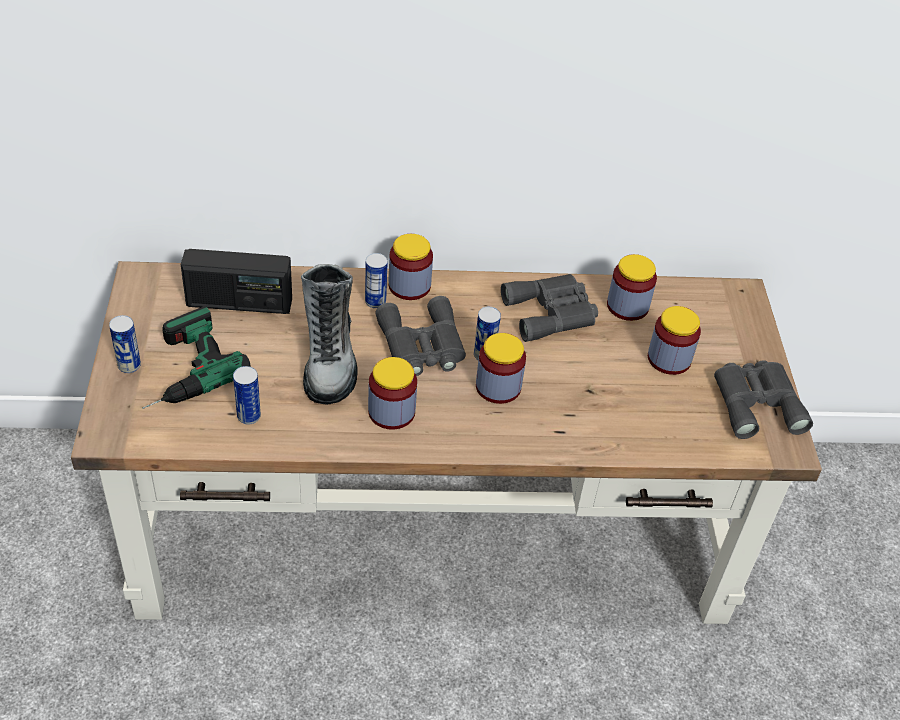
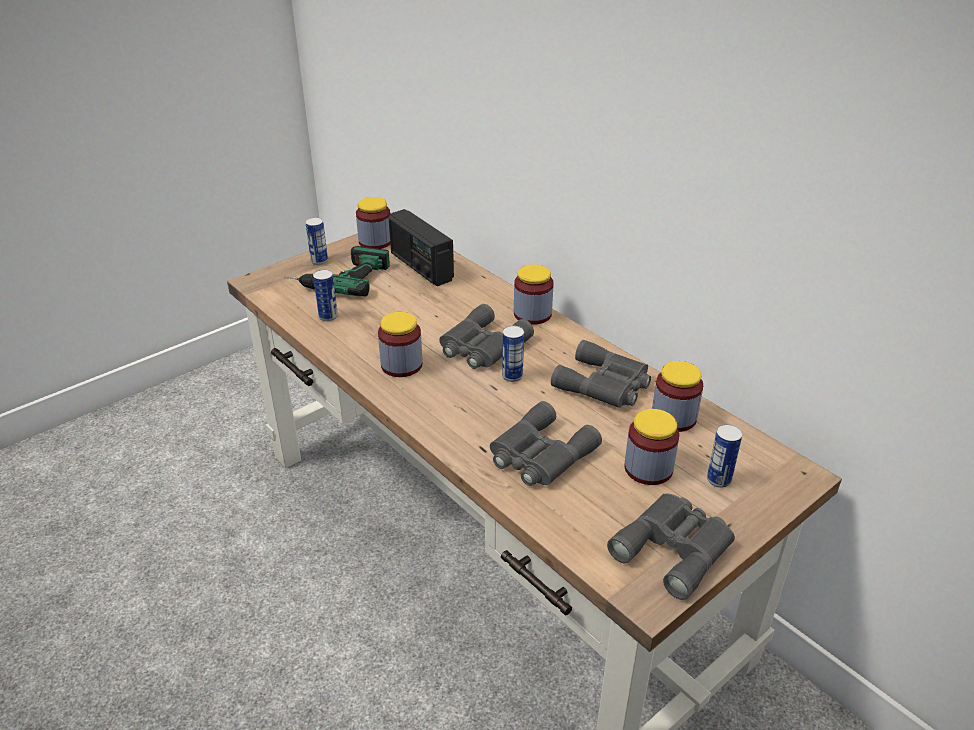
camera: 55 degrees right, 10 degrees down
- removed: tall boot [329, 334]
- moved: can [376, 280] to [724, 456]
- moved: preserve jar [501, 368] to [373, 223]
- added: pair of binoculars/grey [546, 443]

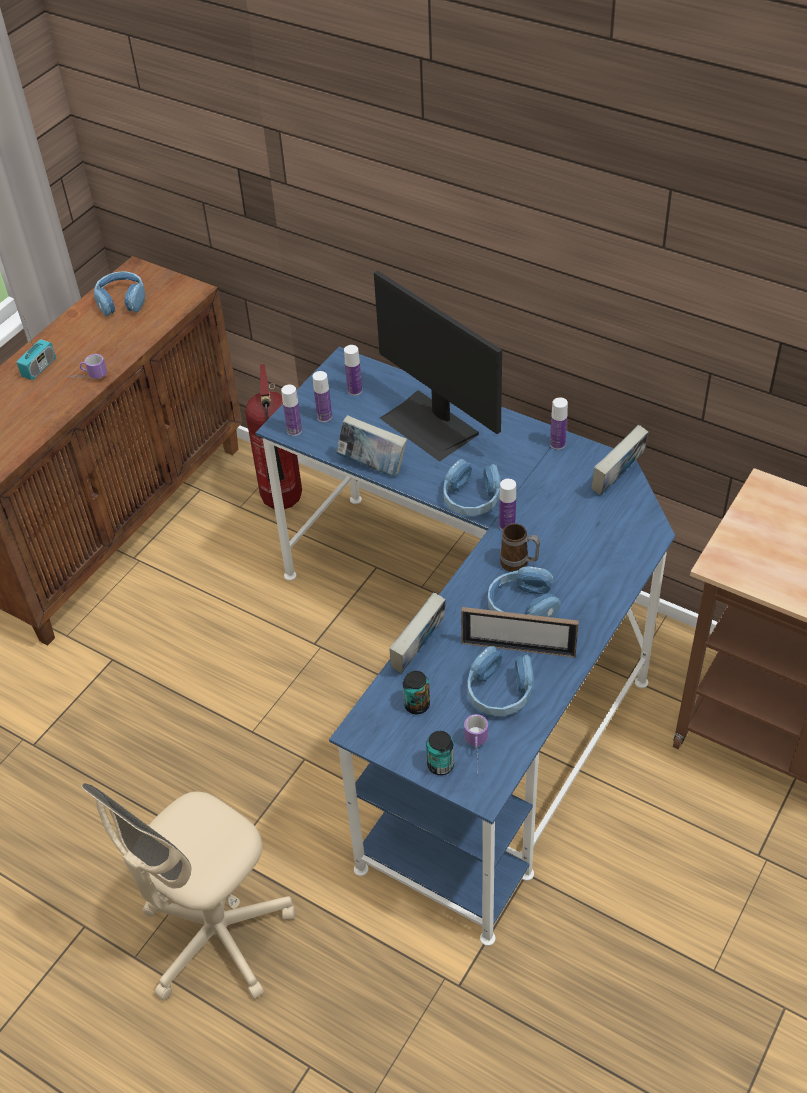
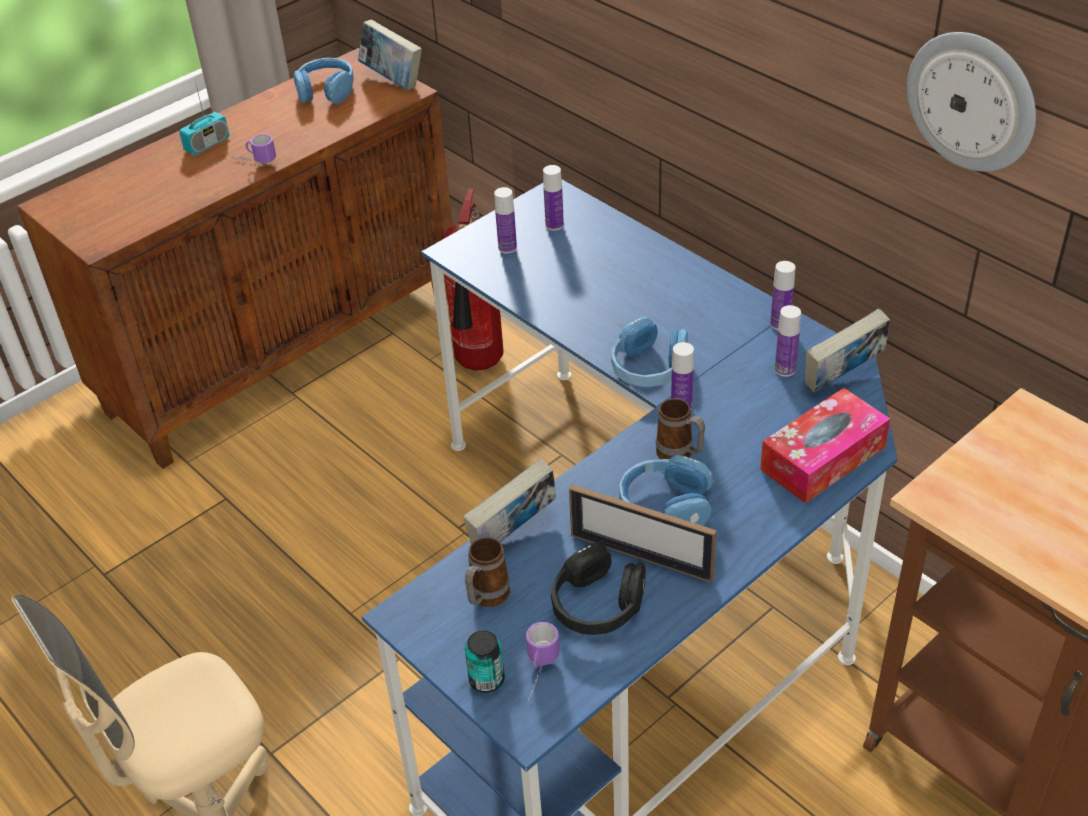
camera: 15 degrees right, 5 degrees down
- moved: bottle [291, 410] to [788, 341]
- moved: bound book [371, 446] to [390, 55]
- removed: monitor [438, 366]
- replaced: can [416, 693] to mug [487, 572]
- recoloured: pair of headphones/blue [500, 681] to pair of headphones/blackish [598, 588]
- added: tissue box [825, 445]
- added: hanging clock [971, 101]

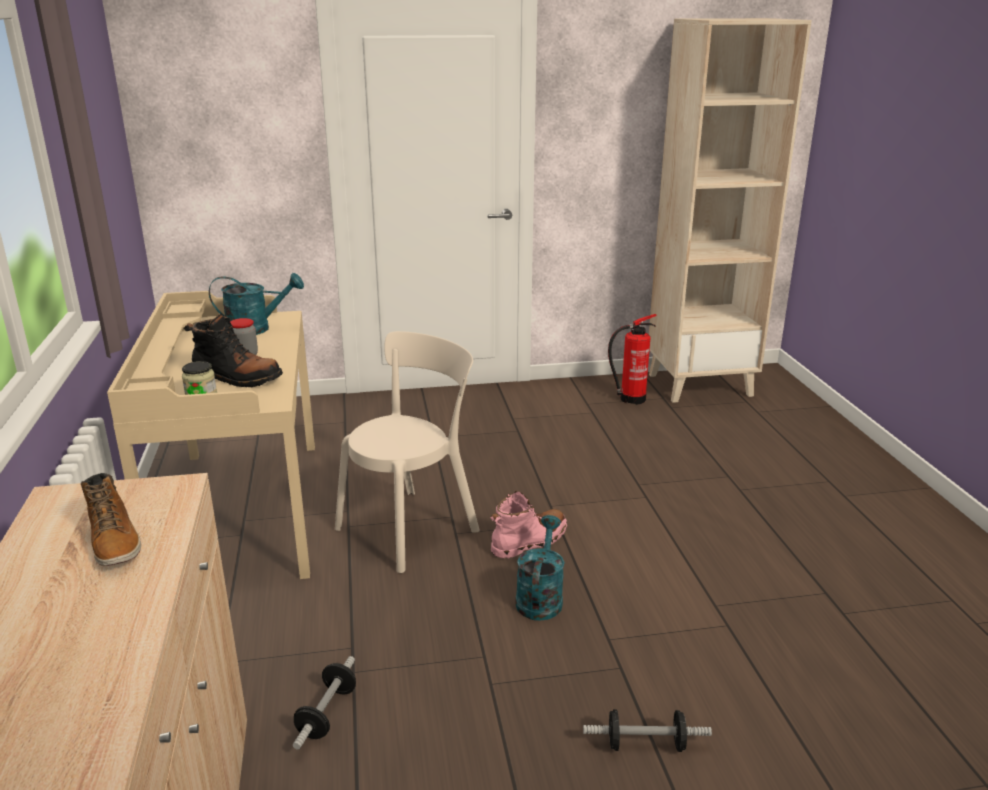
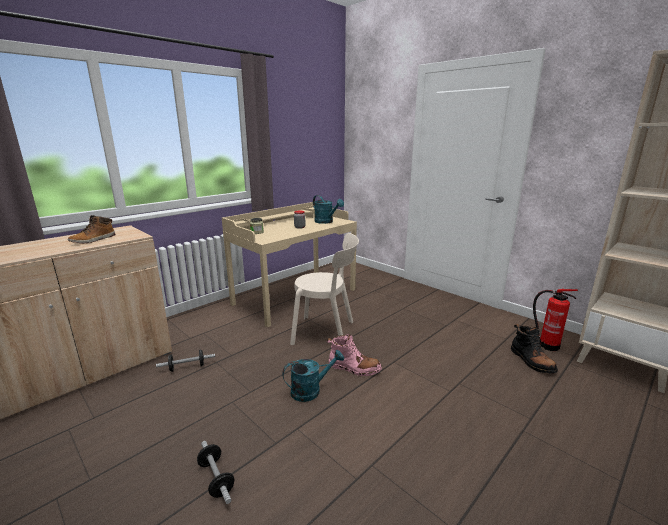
camera: 55 degrees right, 5 degrees down
- moved: tall boot/blackish [233, 350] to [534, 348]

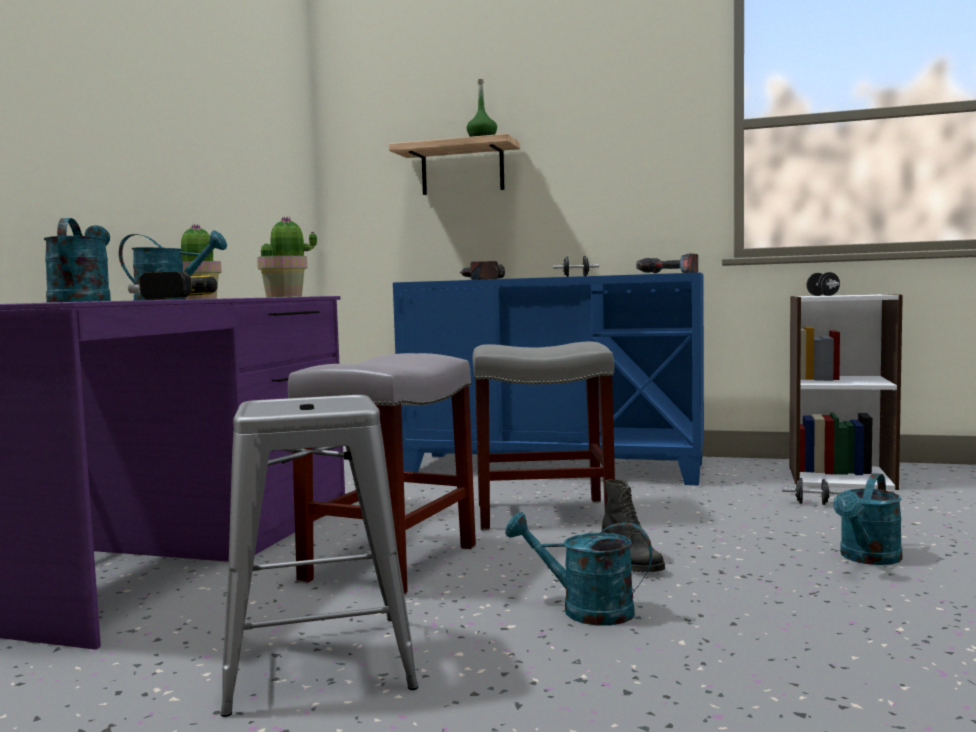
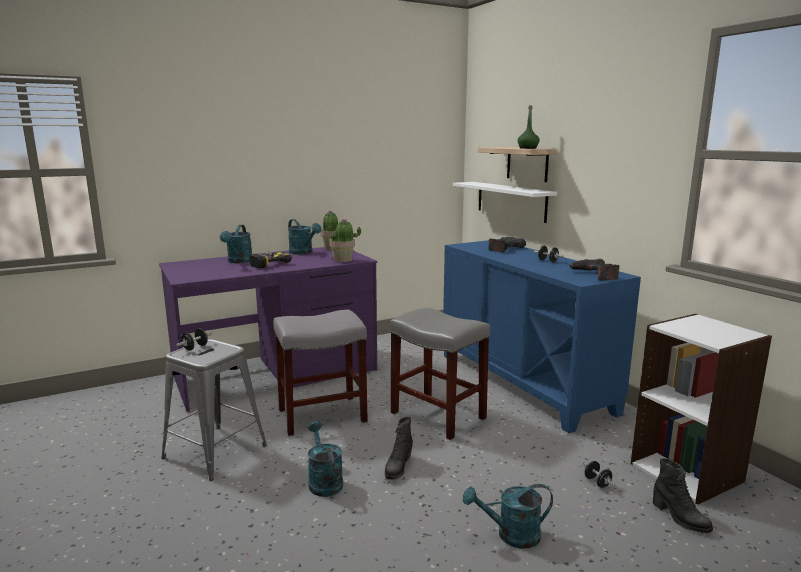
camera: 45 degrees right, 10 degrees up
- turned: watering pot/blue-green [77, 260] = [236, 244] 150 degrees clockwise
- moved: hand weight/blackish [823, 284] to [194, 339]
- added: shelf/whitish [505, 202]
- added: tall boot/blackish [683, 495]

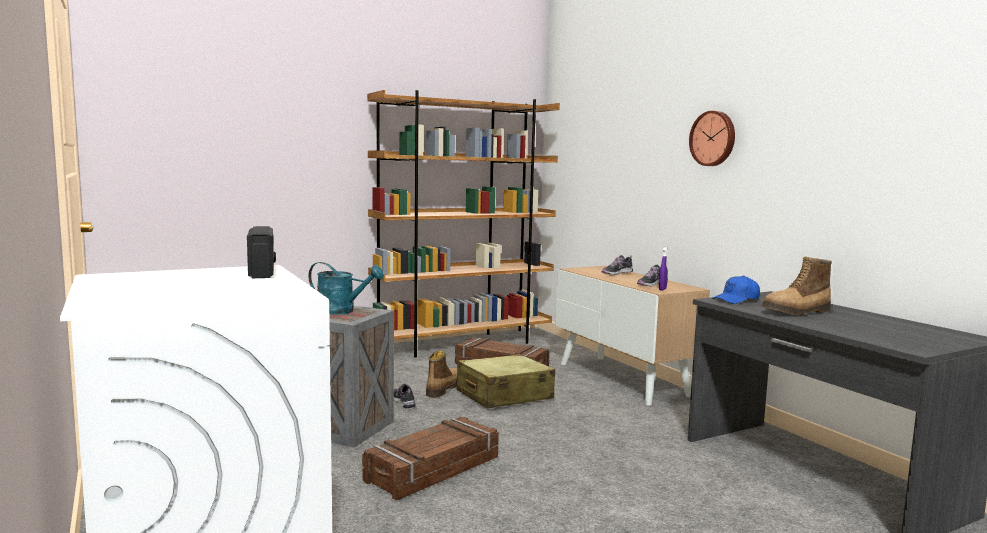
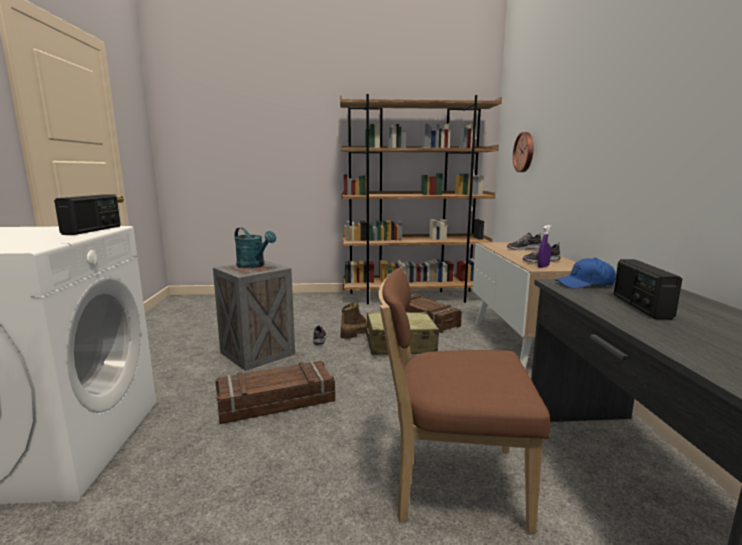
camera: 25 degrees right, 5 degrees up
- moved: hanging clock [712, 138] to [523, 152]
- replaced: tall boot [797, 286] to radio receiver [648, 289]
- added: upright chair/brown [464, 400]

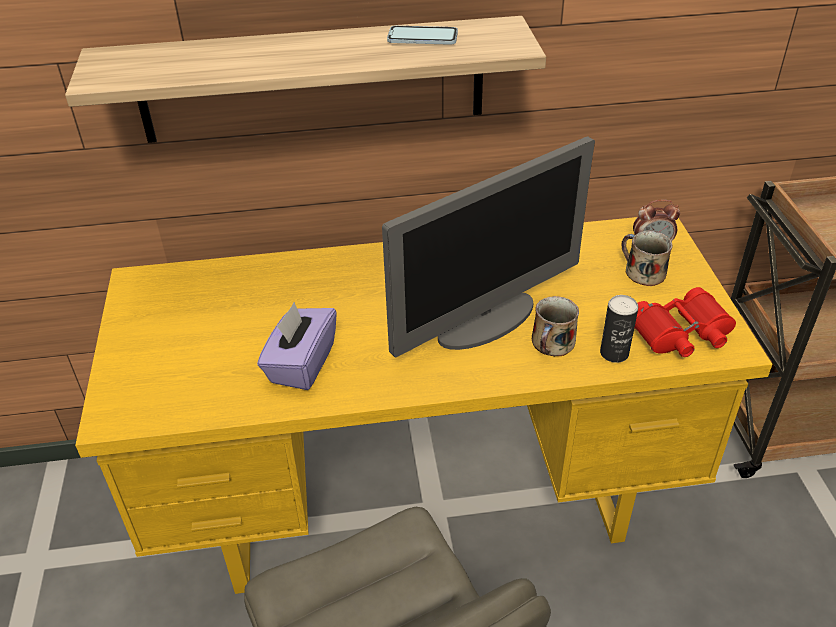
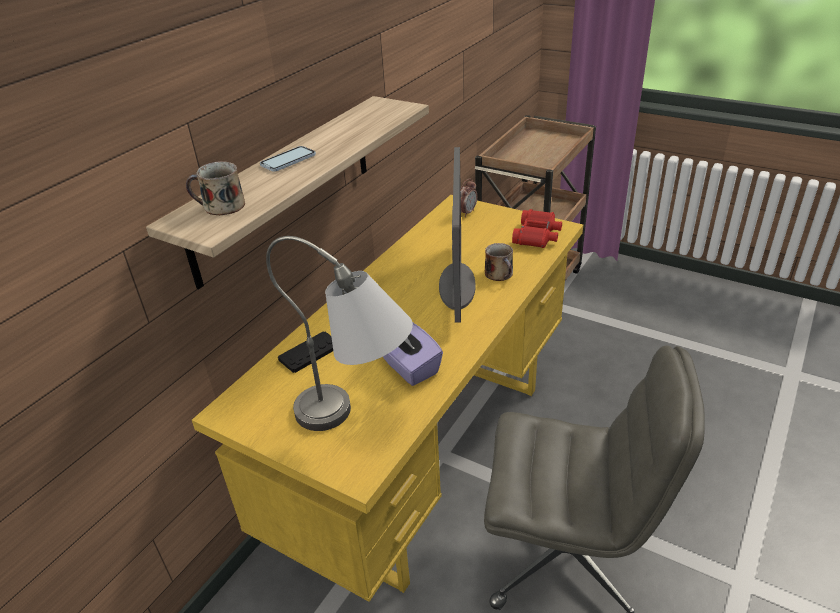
camera: 50 degrees left, 5 degrees down
- moved: phone [422, 35] to [288, 159]
- removed: can [619, 329]
- moved: mug [647, 258] to [215, 188]
- added: lamp for a table/grey [339, 333]
- added: game controller/blackish [305, 352]

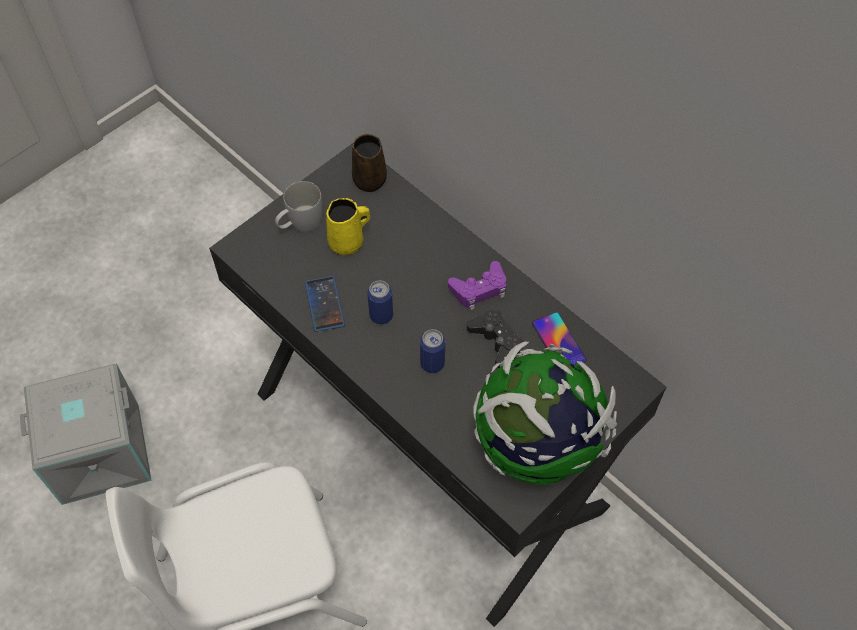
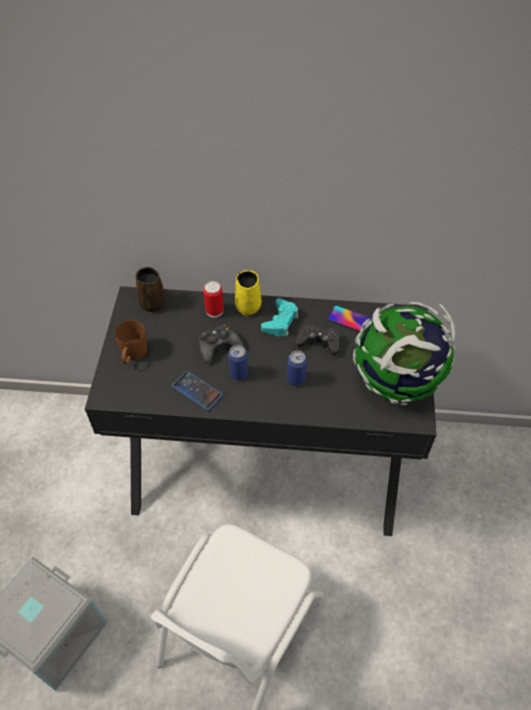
camera: 40 degrees left, 5 degrees down
- recoloured: mug/whitish [298, 206] to mug/brown [131, 342]
- moved: mug/yellowish [348, 226] to [248, 293]
- recoloured: game controller/purple [477, 285] to game controller/blue-green [279, 317]
- added: game controller/blackish [221, 343]
- added: can [213, 299]

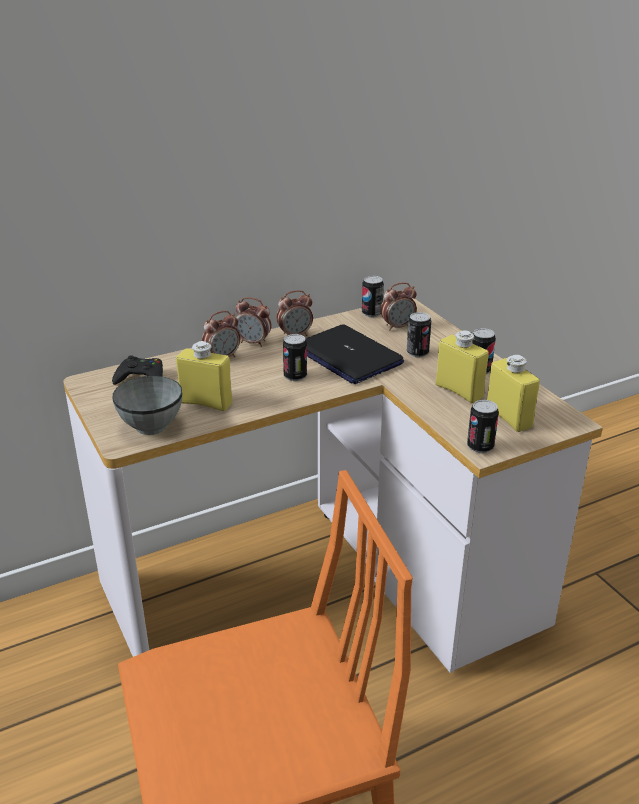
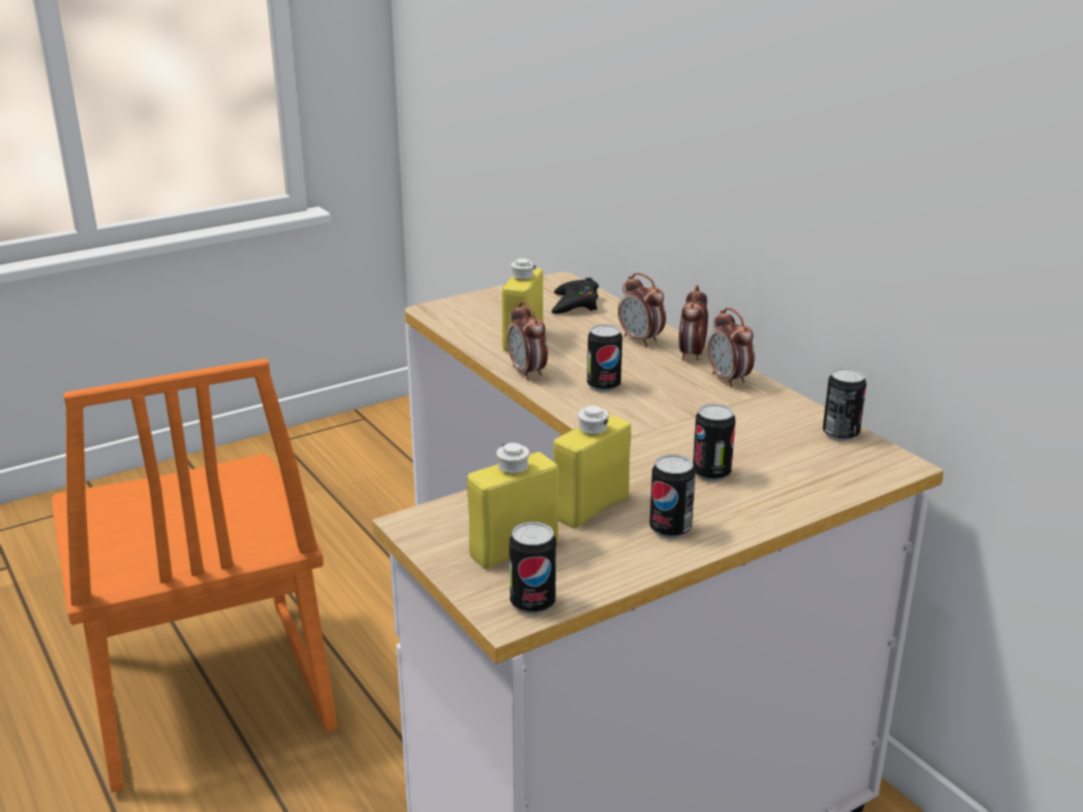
camera: 85 degrees right, 5 degrees down
- removed: deep dish/grey [147, 405]
- removed: notebook computer [355, 354]
- moved: table clock [399, 306] to [527, 340]
- moved: can [483, 426] to [532, 568]

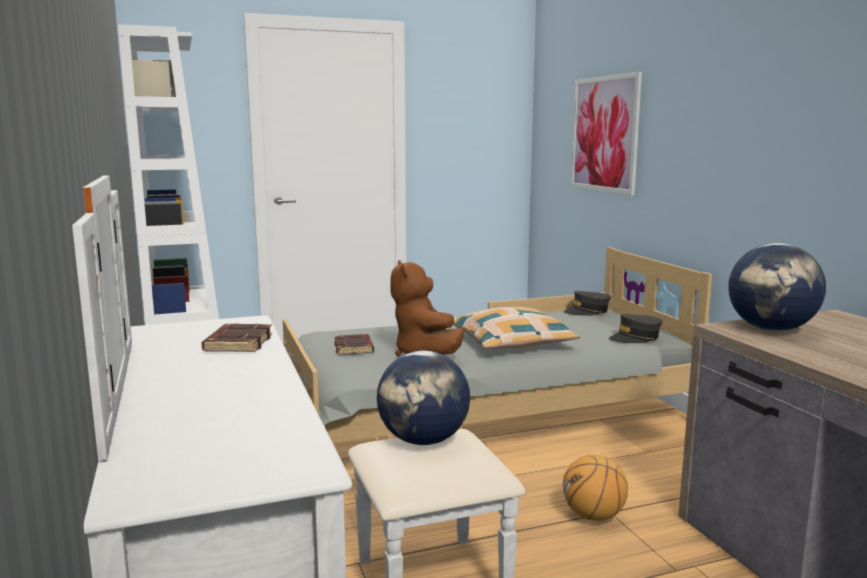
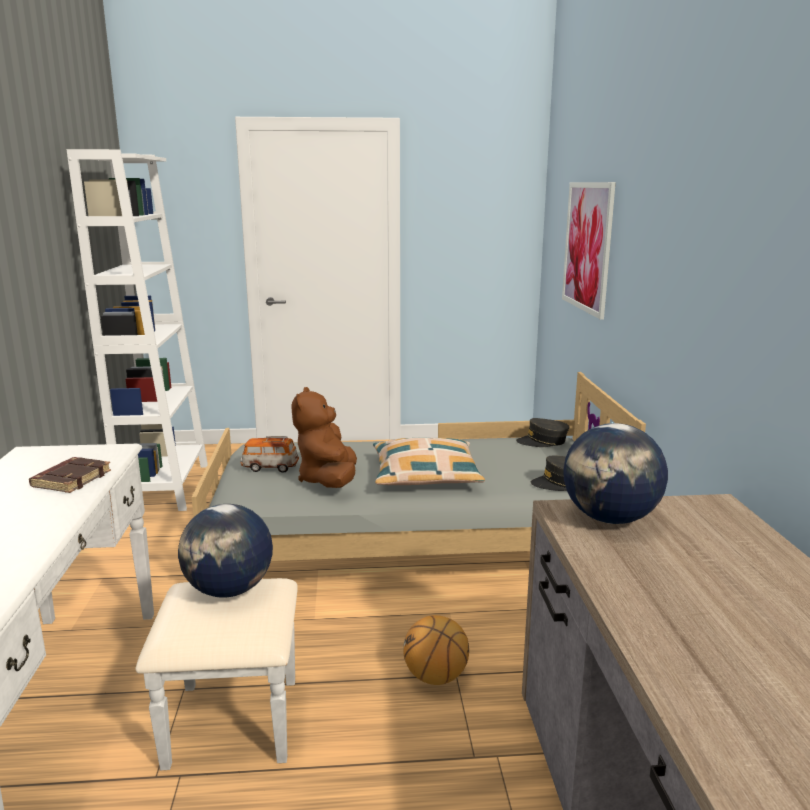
camera: 15 degrees right, 5 degrees up
- replaced: bound book/brown [354, 344] to model car [269, 454]

